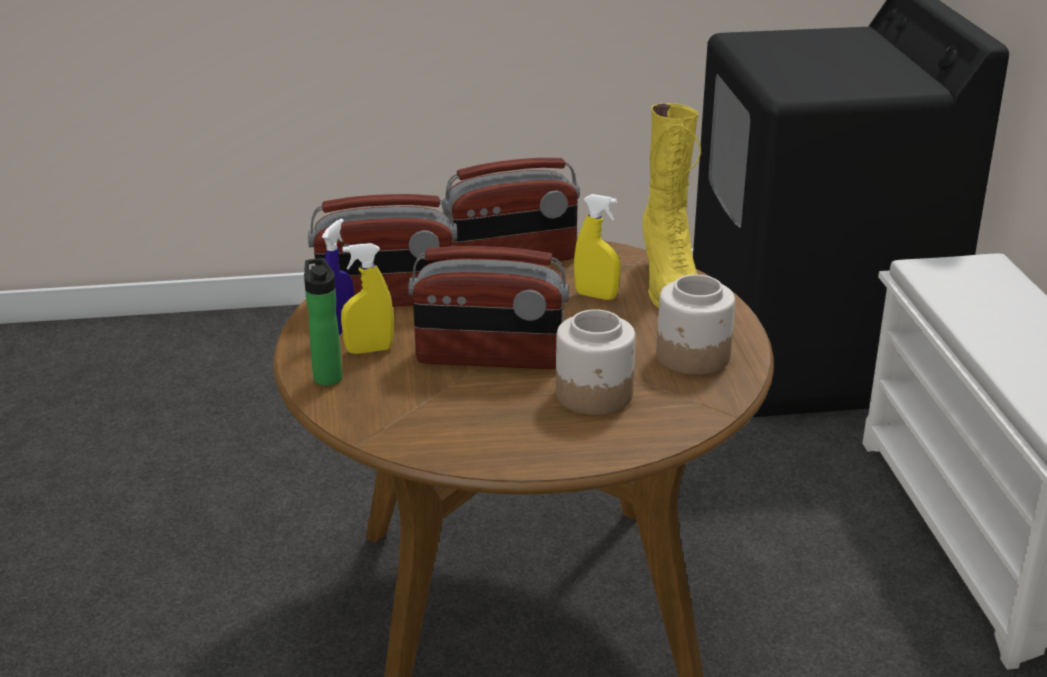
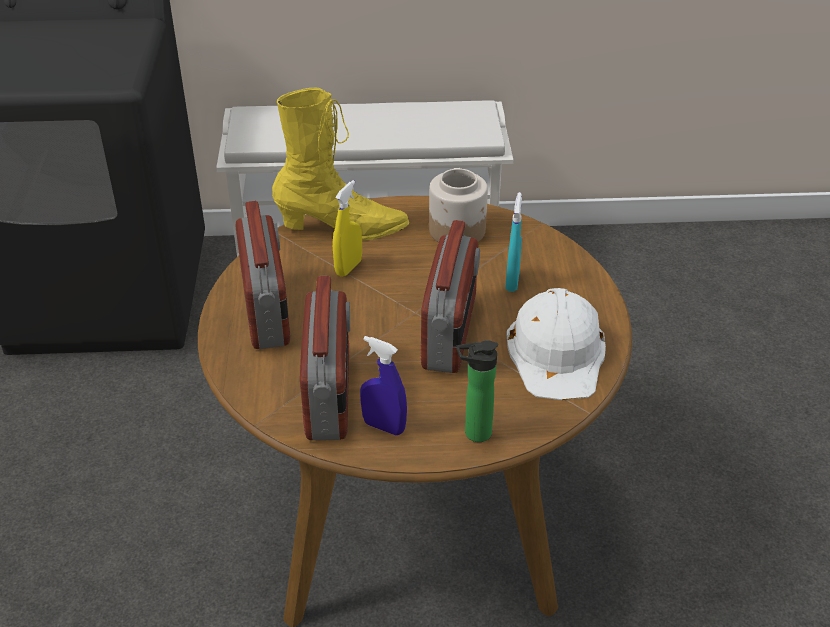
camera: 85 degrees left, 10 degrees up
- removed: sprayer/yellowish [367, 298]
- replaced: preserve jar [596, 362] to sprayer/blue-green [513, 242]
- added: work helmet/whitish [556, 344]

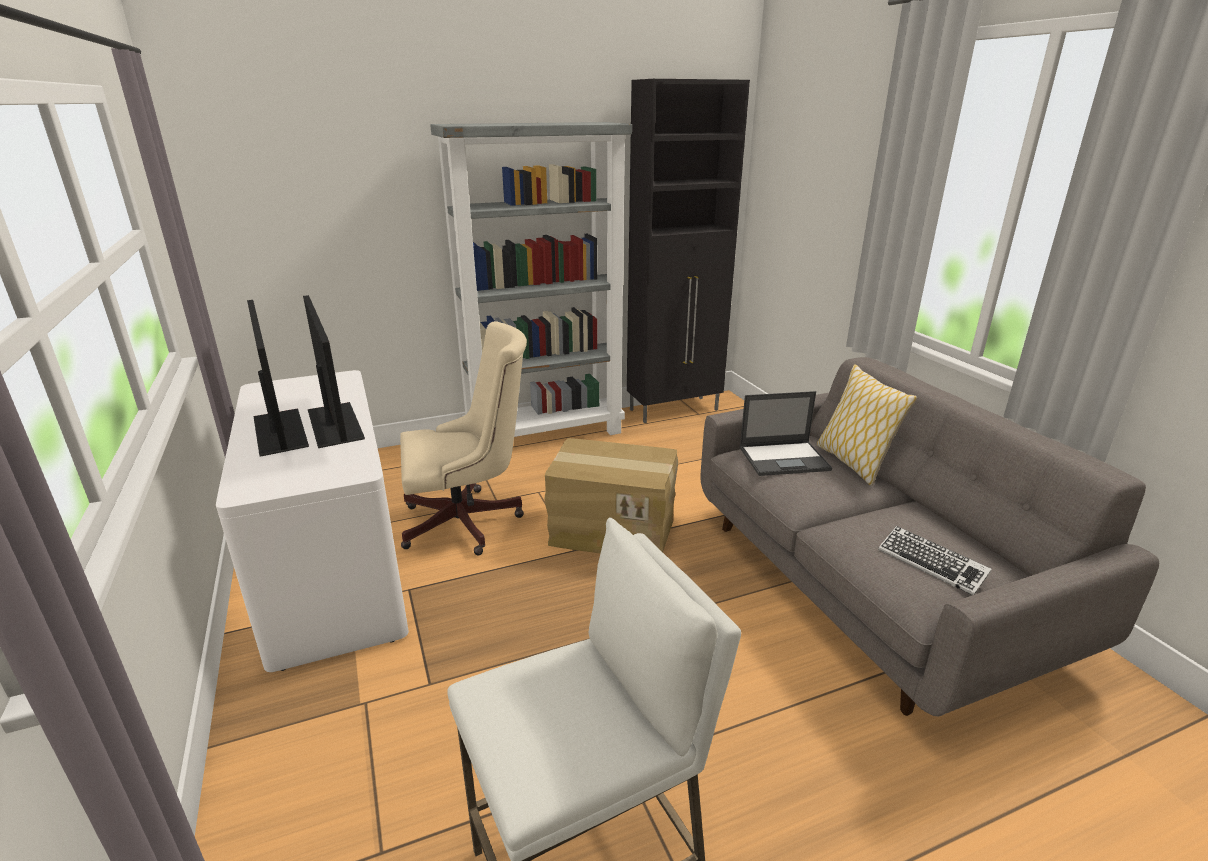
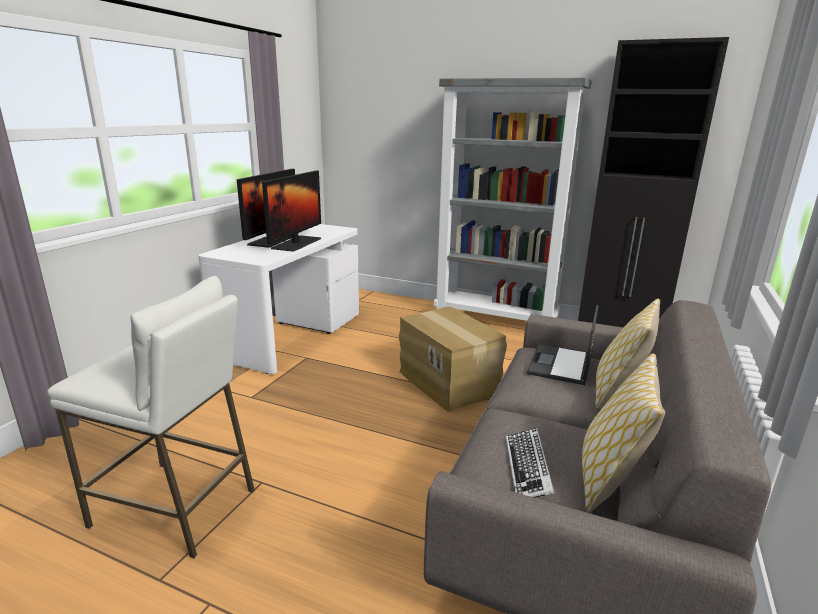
camera: 45 degrees right, 5 degrees down
- removed: desk chair/beige [463, 438]
- turned: notebook computer [785, 433] = [562, 345] 75 degrees clockwise
- added: throw pillow [623, 432]

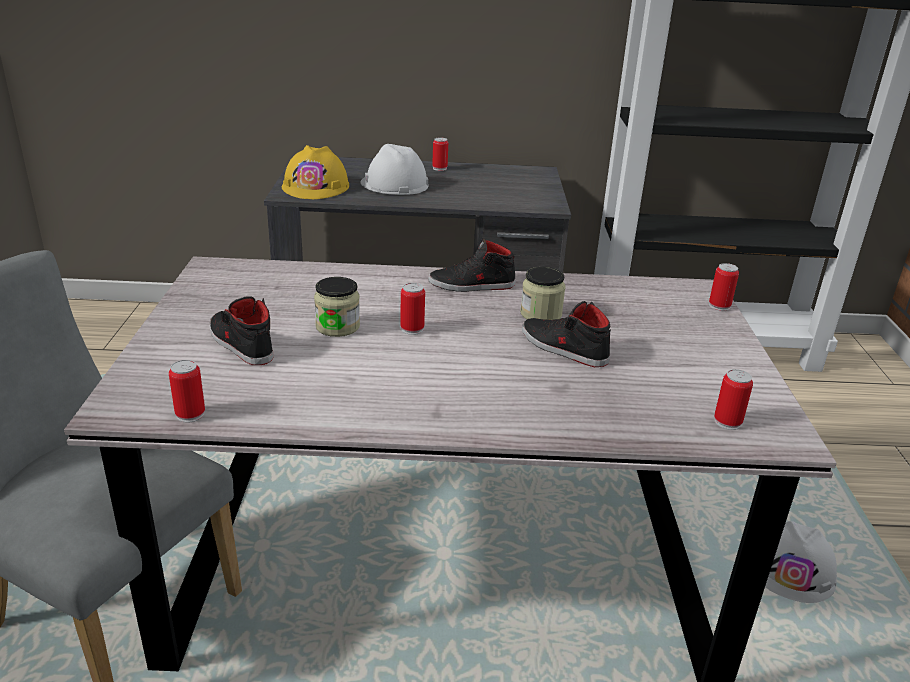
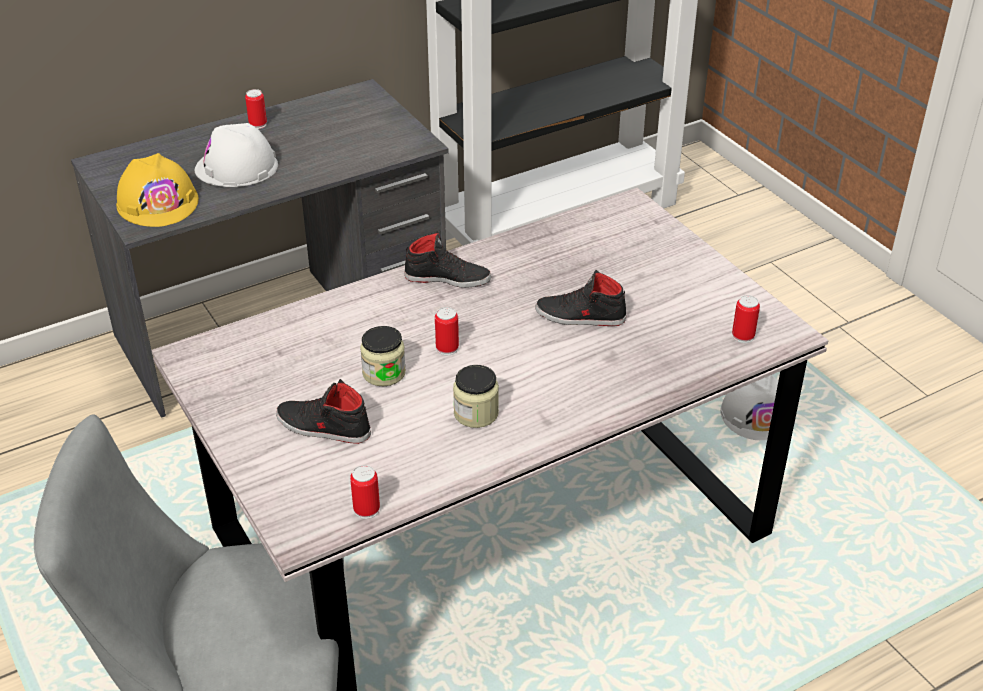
camera: 30 degrees left, 10 degrees up
- turned: low shoe/blackish [472, 265] = [447, 259] 135 degrees counterclockwise
- moved: preserve jar [543, 293] to [476, 396]
- removed: can [724, 287]

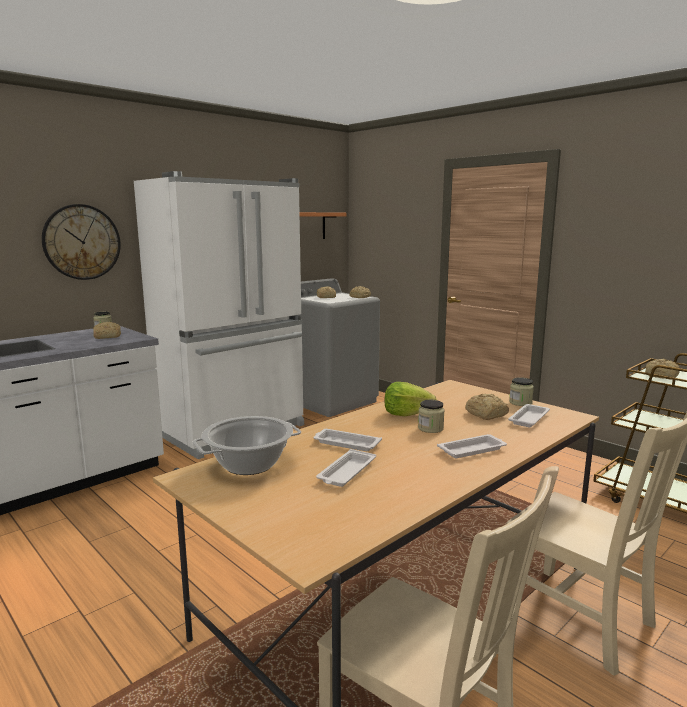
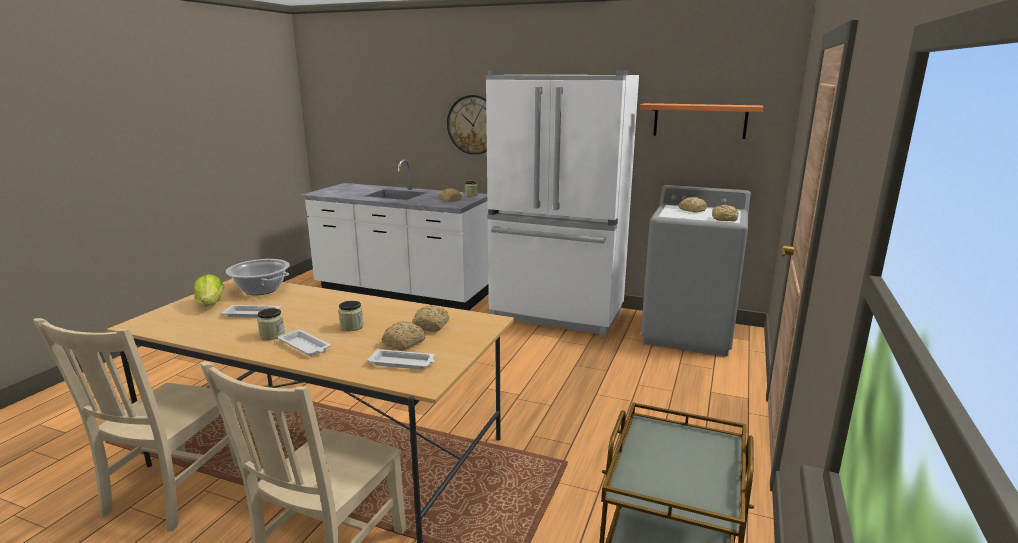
camera: 65 degrees right, 5 degrees up
- removed: serving tray/whitish [347, 440]
- moved: lettuce [411, 399] to [209, 290]
- moved: preserve jar [521, 391] to [271, 324]
- moved: bread [662, 369] to [430, 319]

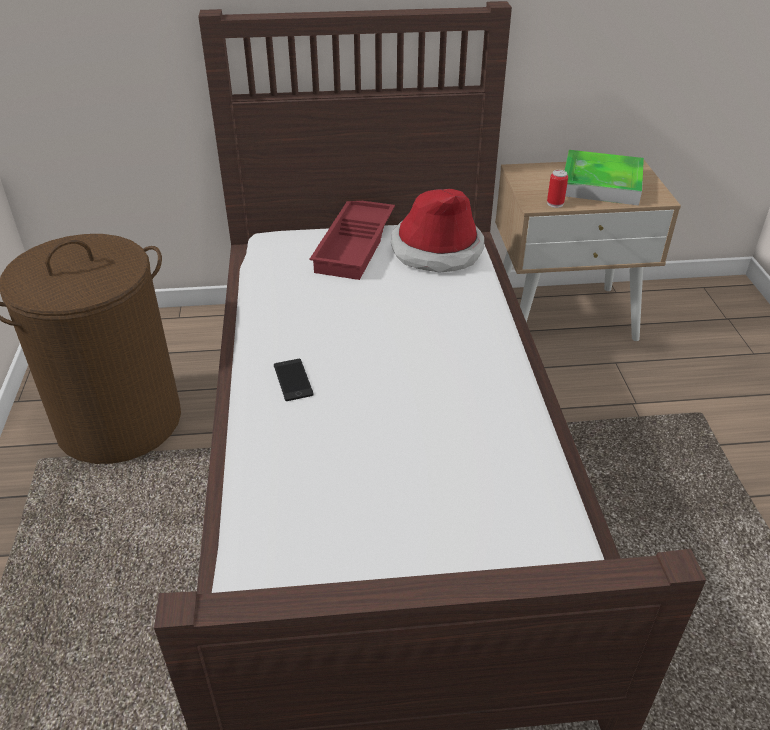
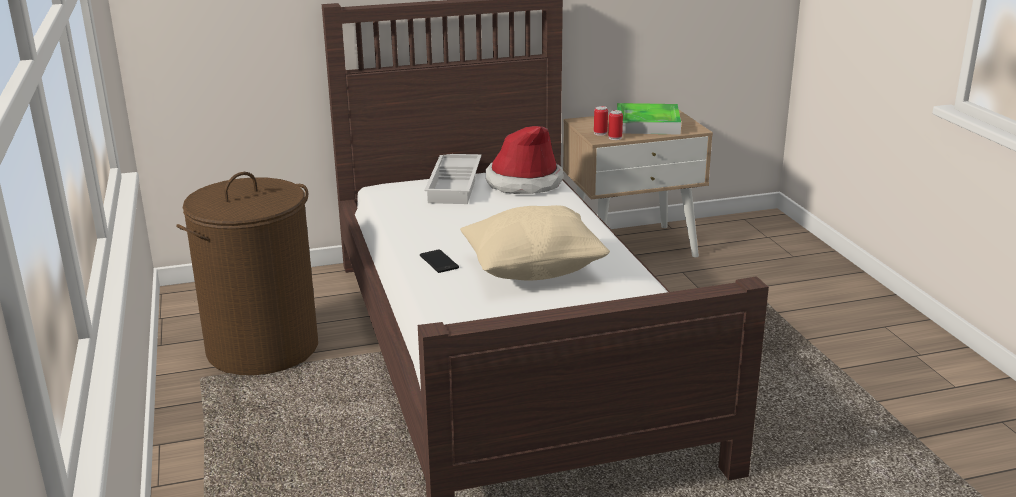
camera: 10 degrees left, 15 degrees down
- recoloured: serving tray/reddish [352, 240] to serving tray/whitish [452, 179]
- added: throw pillow/beige [535, 242]
- added: can [601, 121]

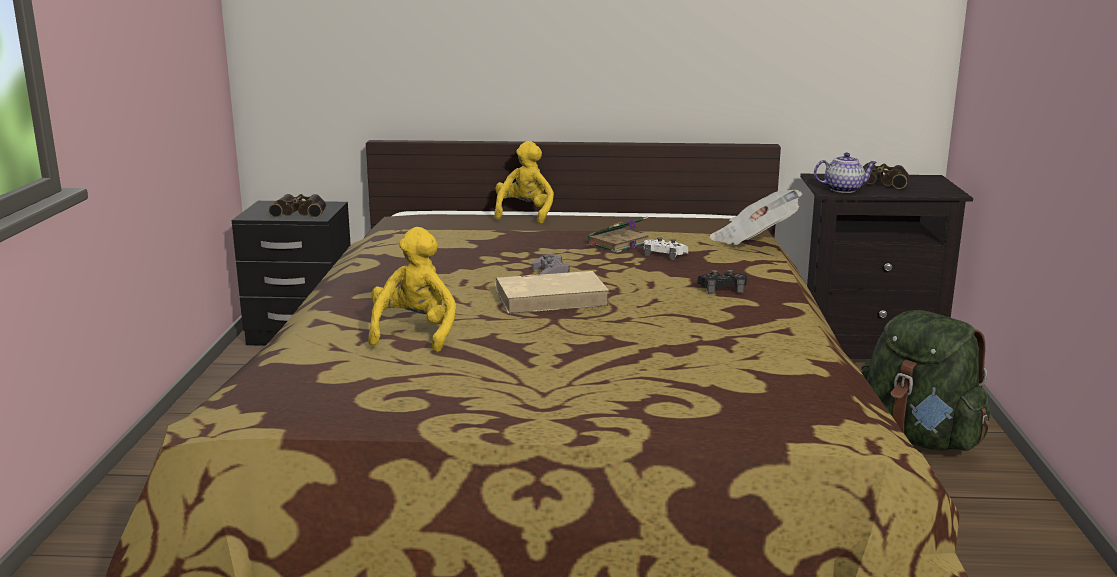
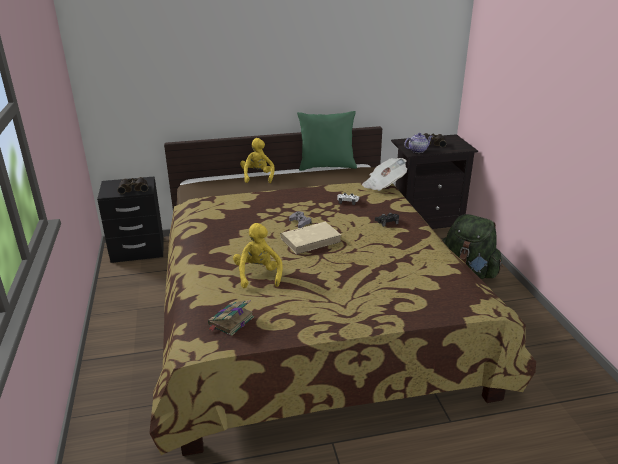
camera: 15 degrees left, 10 degrees up
- moved: bound book [617, 235] to [231, 318]
- added: throw pillow/green [327, 141]

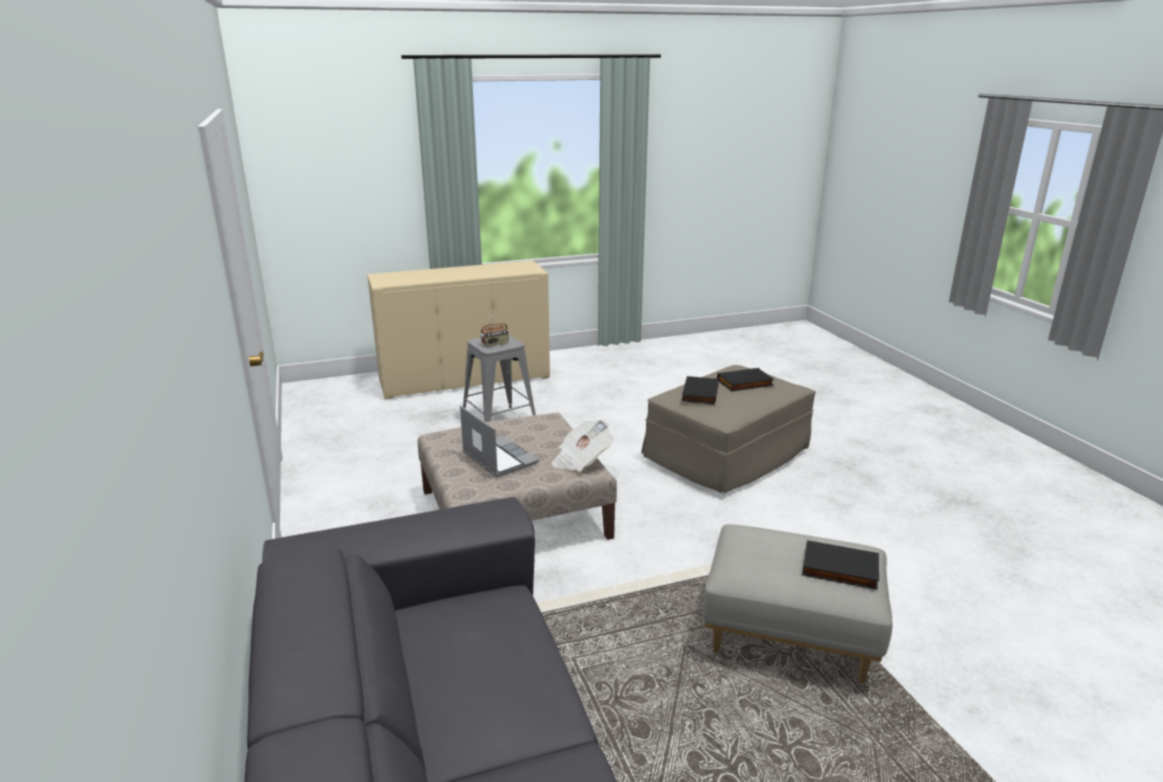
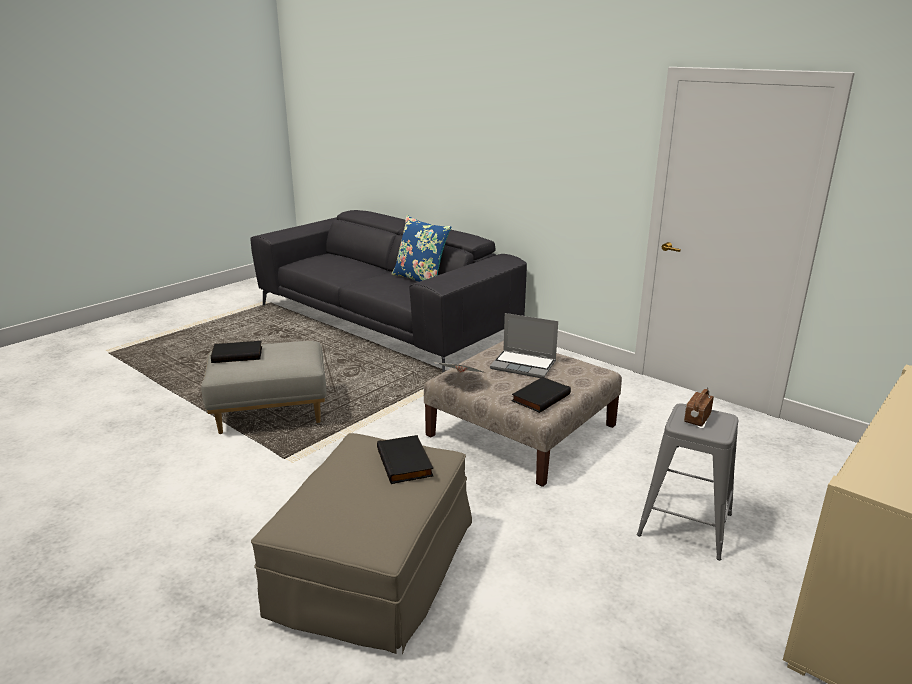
camera: 150 degrees right, 0 degrees up
- moved: bound book/blackish [745, 379] to [541, 395]
- added: throw pillow/blue [421, 248]

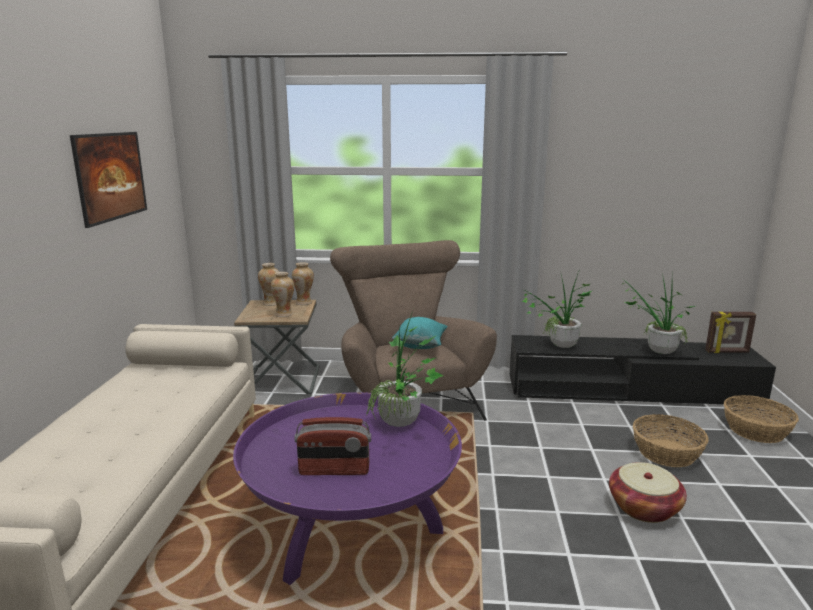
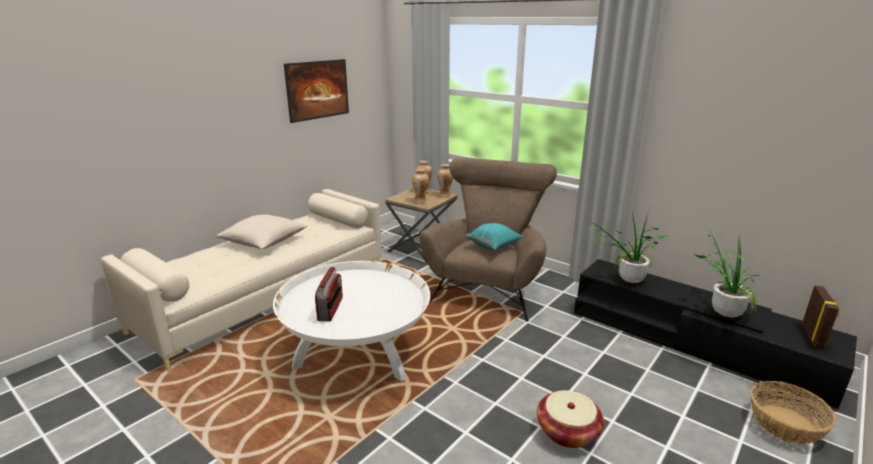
camera: 35 degrees right, 5 degrees up
- recoloured: coffee table/purple [347, 488] to coffee table/whitish [351, 321]
- turned: radio receiver [333, 446] = [329, 294] 120 degrees counterclockwise
- removed: plant in a pot [404, 370]
- removed: basket [671, 440]
- turned: picture frame [730, 332] = [821, 317] 105 degrees counterclockwise
- added: throw pillow/beige [262, 232]

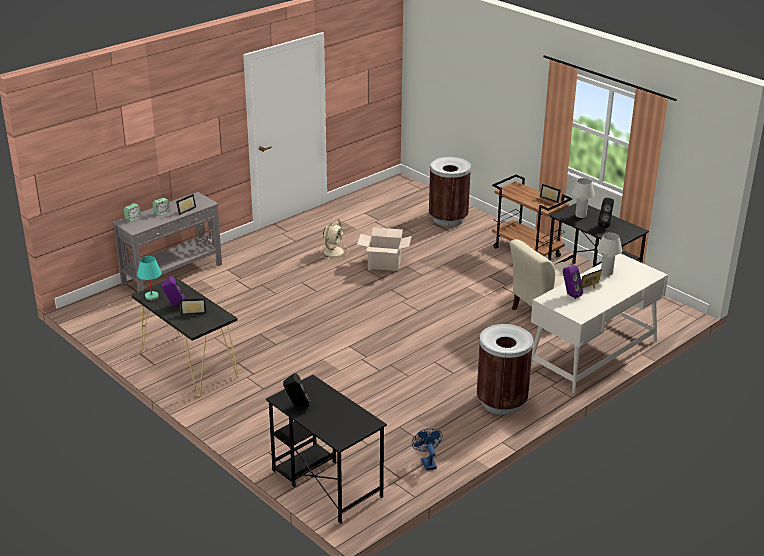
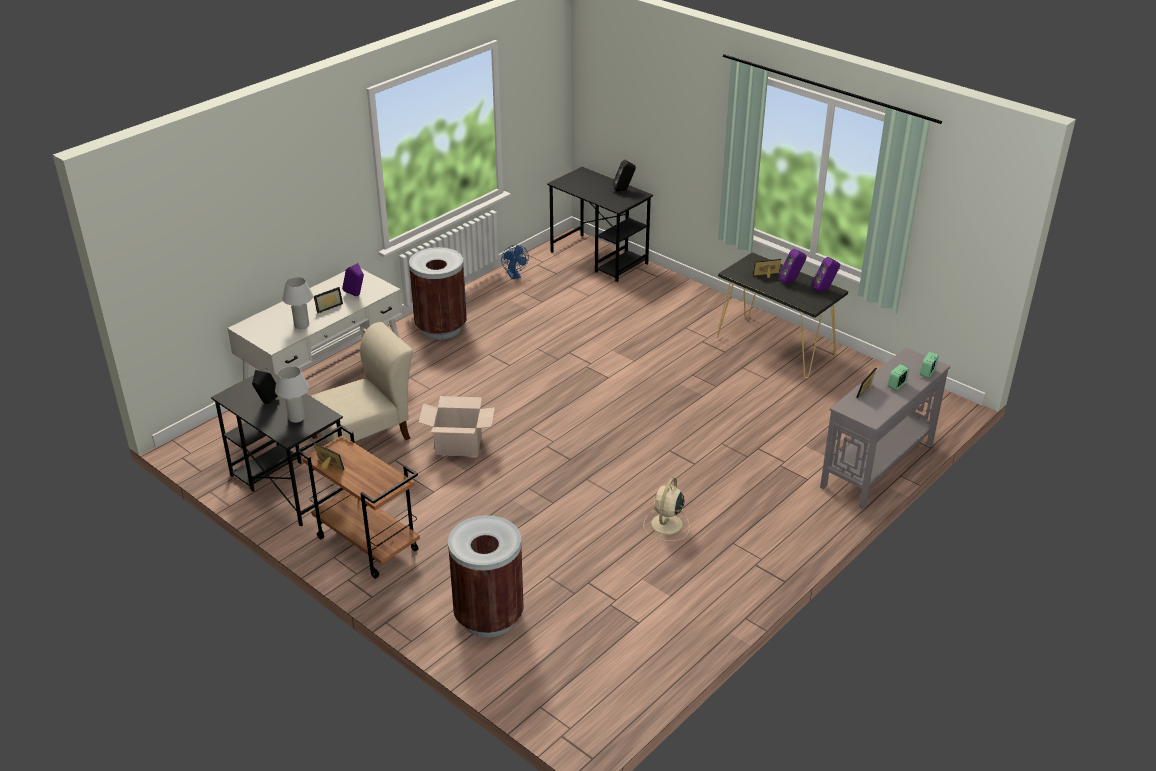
camera: 175 degrees right, 5 degrees up
- replaced: lamp for a table/blue-green [149, 278] to audio speaker/purple [826, 274]
- moved: packing box [384, 249] to [457, 426]

